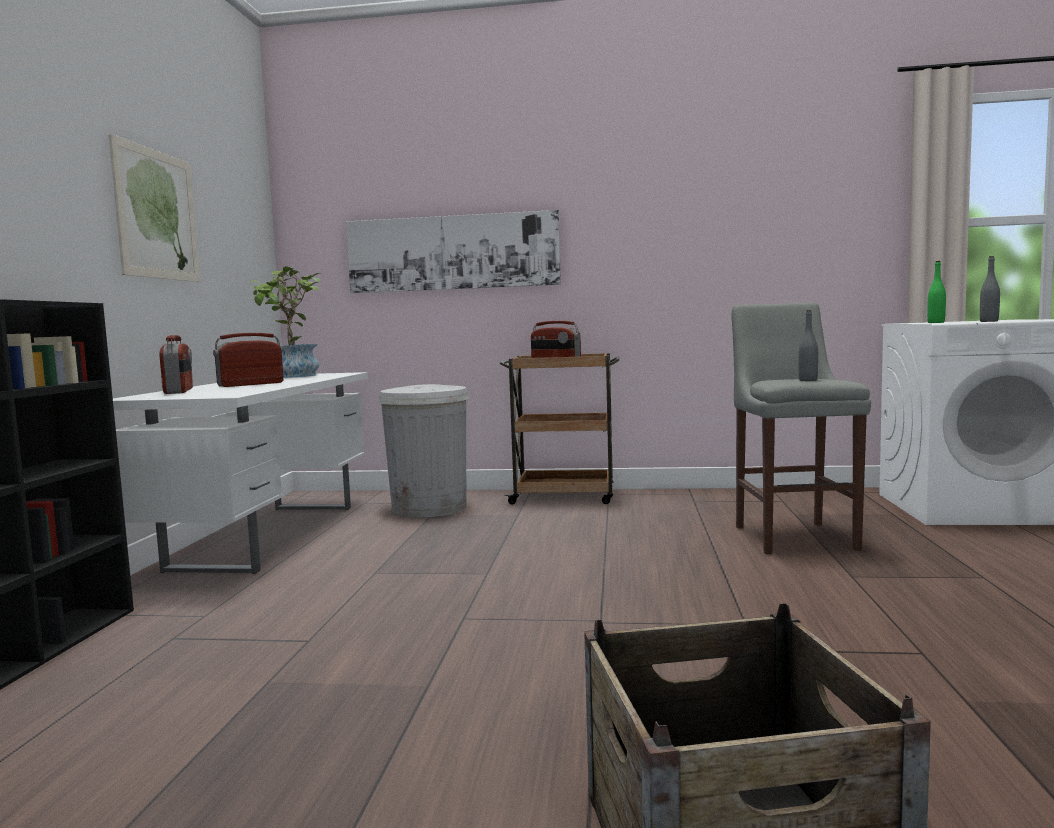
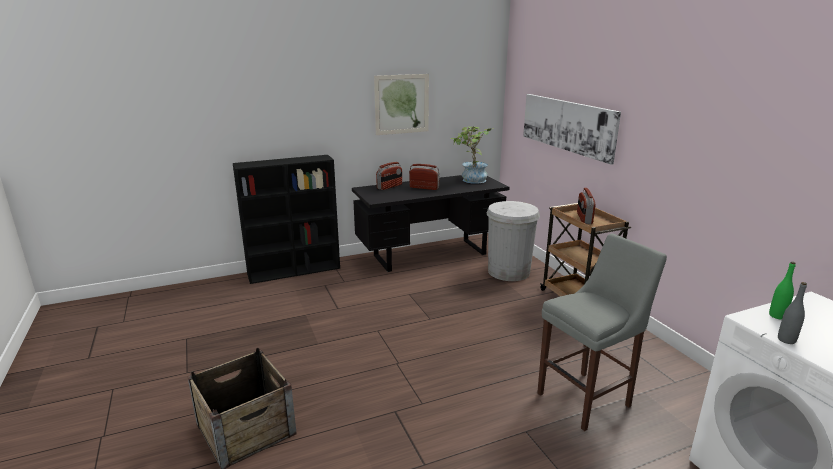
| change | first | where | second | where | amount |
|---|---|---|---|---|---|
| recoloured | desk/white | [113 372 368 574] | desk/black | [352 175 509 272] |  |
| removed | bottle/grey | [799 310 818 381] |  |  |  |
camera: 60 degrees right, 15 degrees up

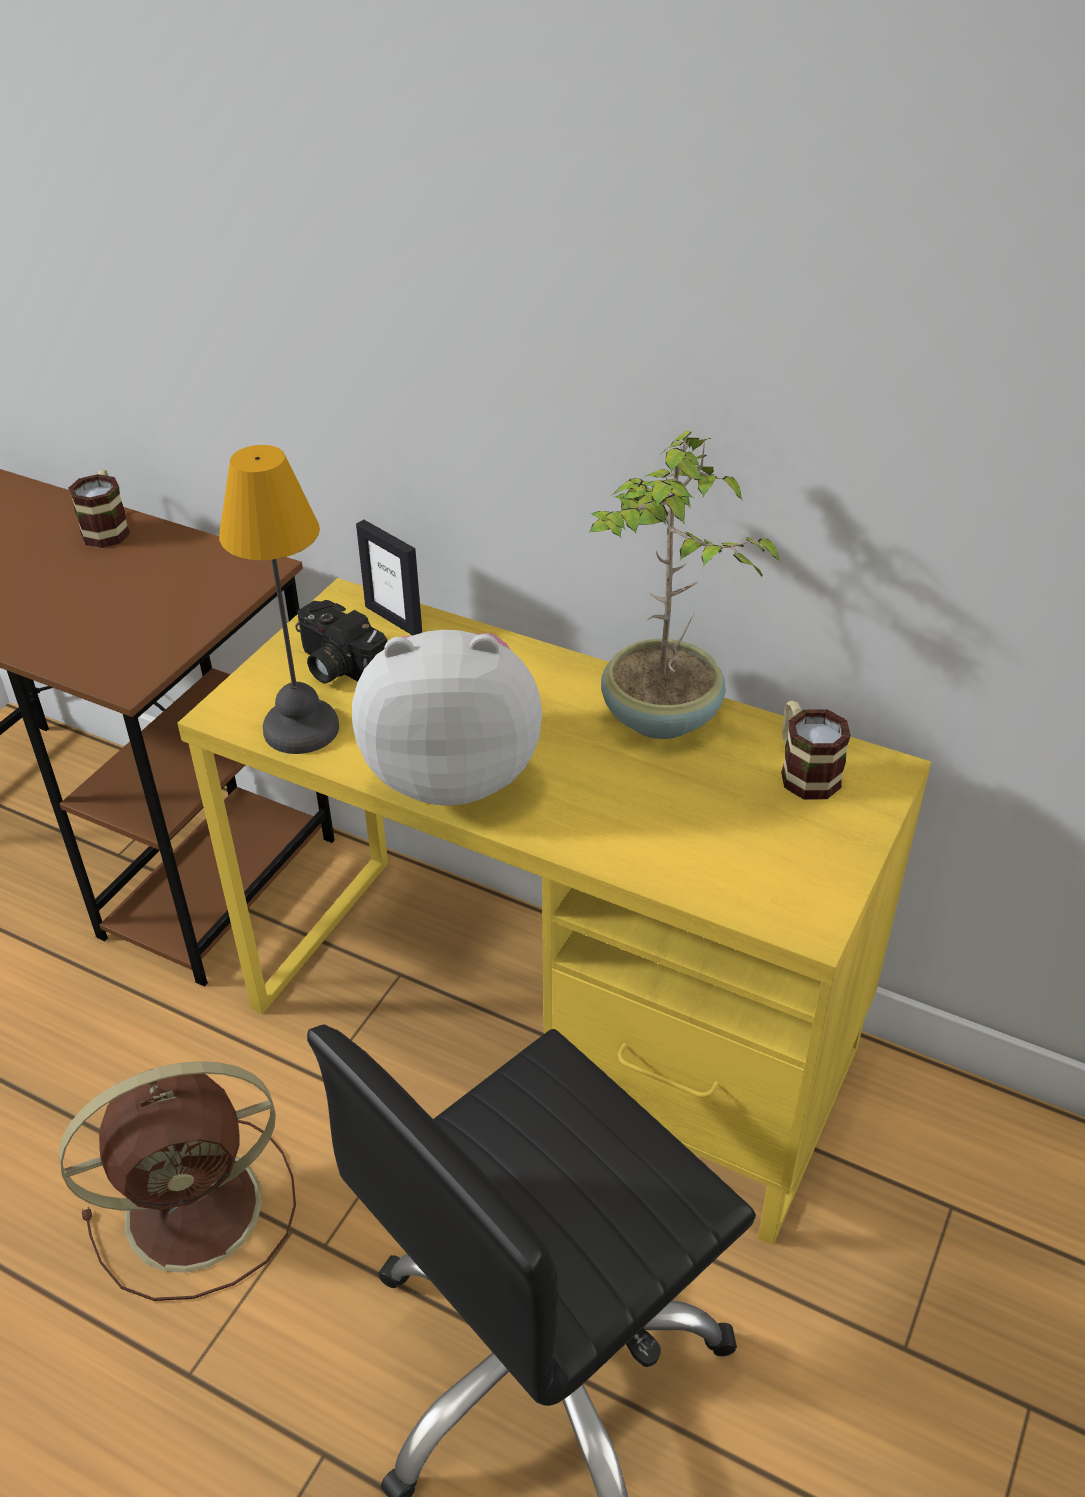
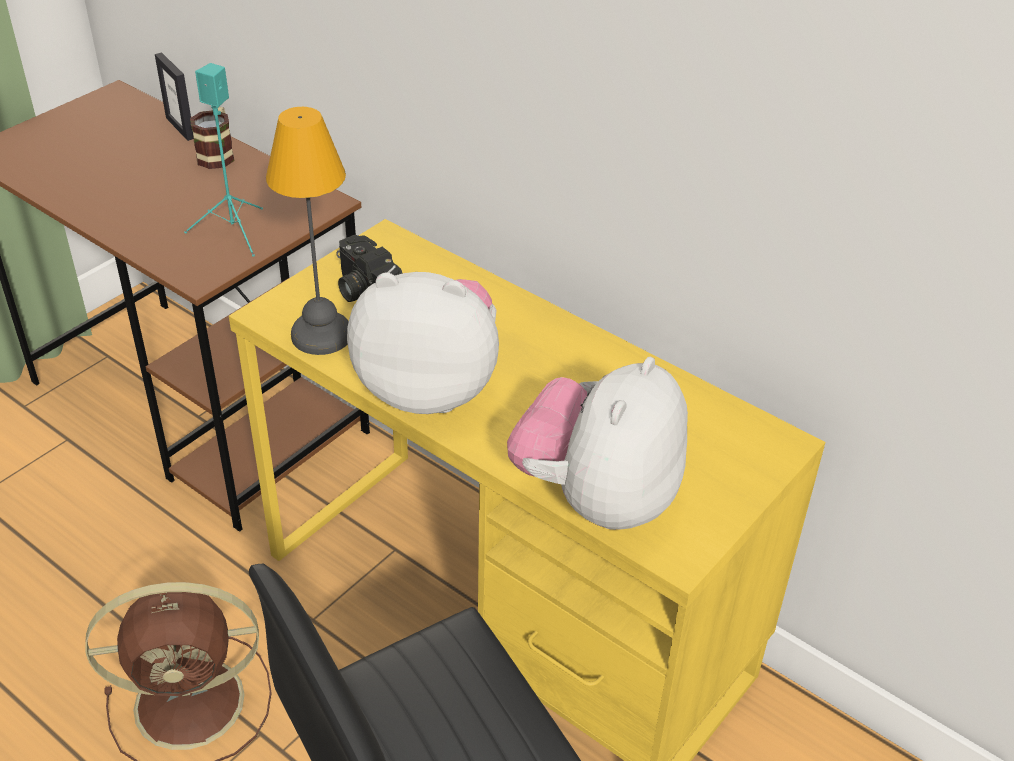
| change | first | where | second | where | amount |
|---|---|---|---|---|---|
| moved | picture frame | [356 520 422 636] |  | [155 52 193 141] |  |
| removed | potted plant | [588 431 781 739] |  |  |  |
| removed | mug | [781 701 851 799] |  |  |  |
| added |  |  | speaker/turquoise | [184 63 263 257] |  |
| added |  |  | plush toy | [507 357 688 530] |  |
camera: 10 degrees right, 0 degrees up

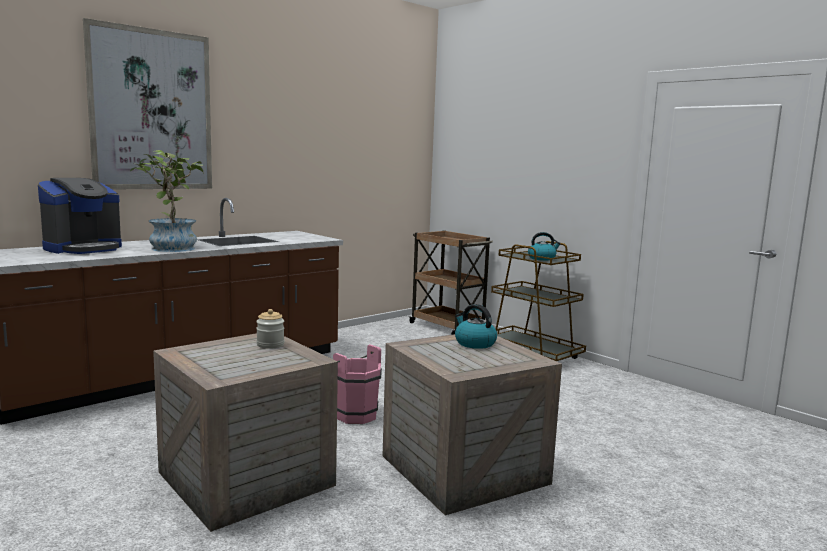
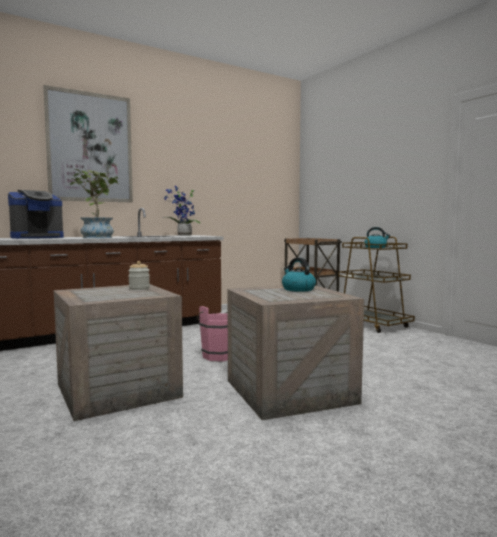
| change | first | where | second | where | amount |
|---|---|---|---|---|---|
| added |  |  | potted plant | [163 186 201 236] |  |
camera: 10 degrees right, 5 degrees down

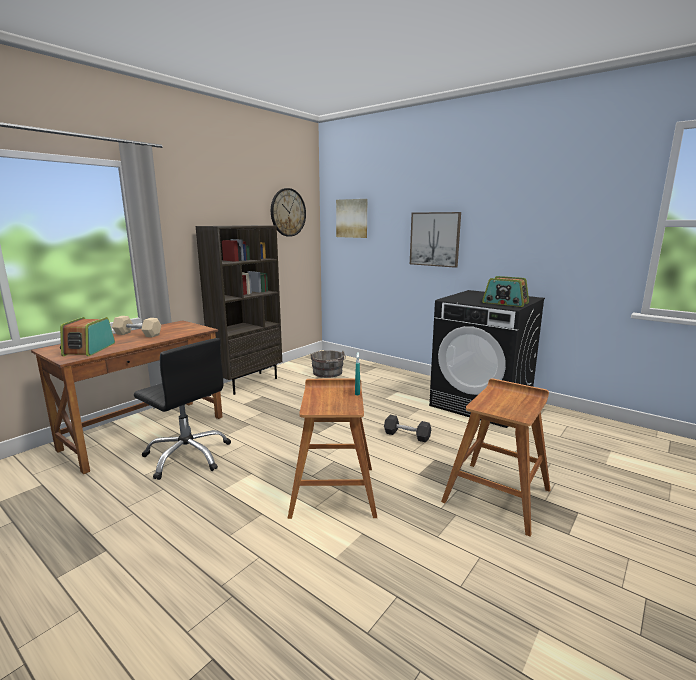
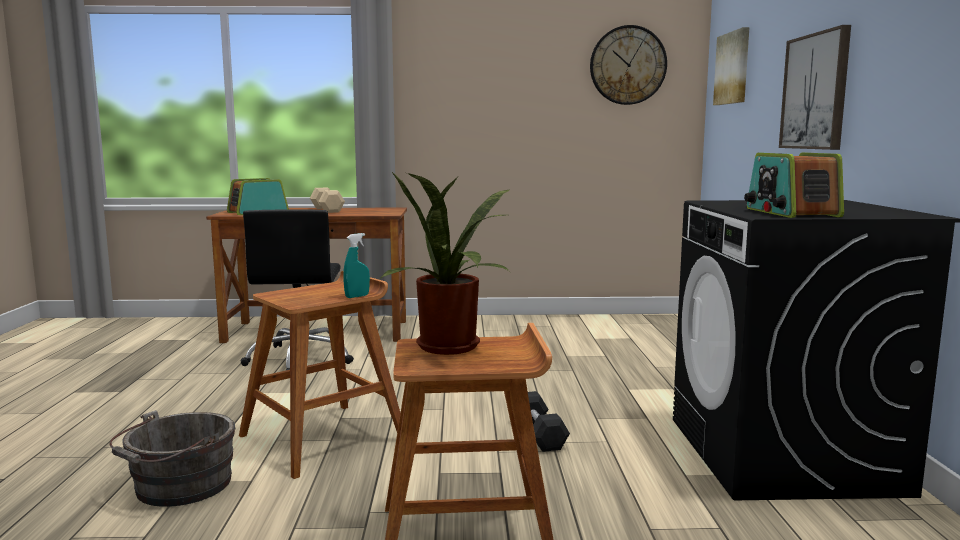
| change | first | where | second | where | amount |
|---|---|---|---|---|---|
| removed | bookcase/brown | [196 225 282 395] |  |  |  |
| moved | bucket/grey | [310 350 346 378] |  | [109 410 236 507] |  |
| added |  |  | potted plant | [380 171 511 355] |  |
camera: 50 degrees right, 5 degrees down

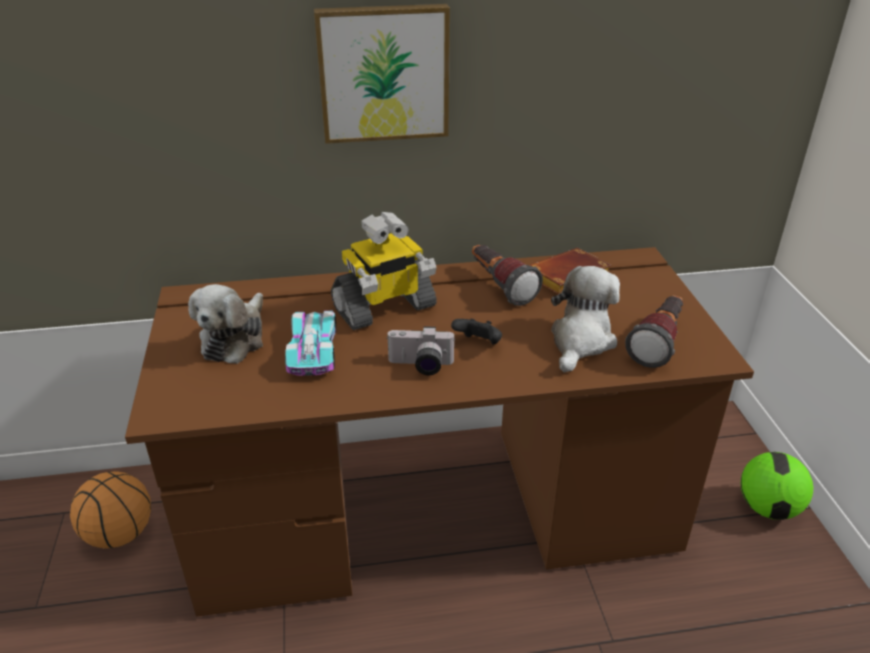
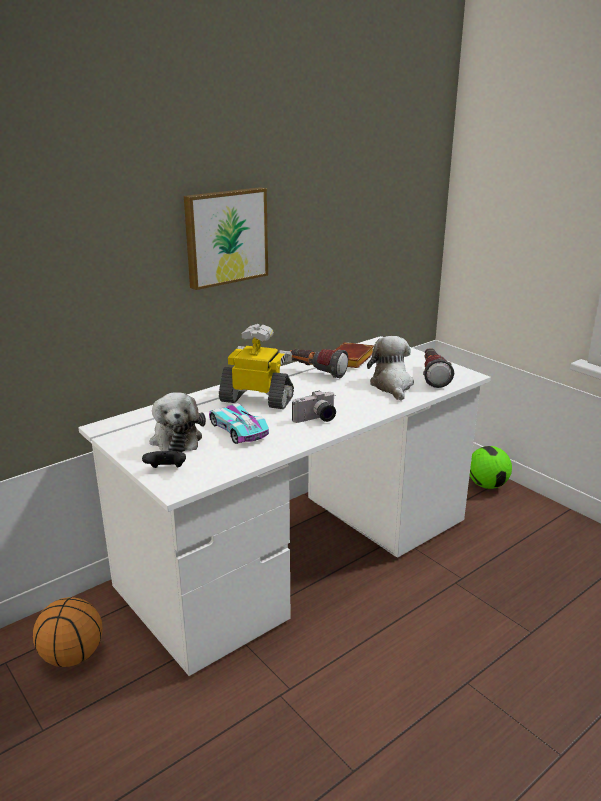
| change | first | where | second | where | amount |
|---|---|---|---|---|---|
| recoloured | desk/brown | [125 247 754 617] | desk/white | [78 336 491 676] |  |
| turned | toy robot | [331 212 437 330] |  | [219 324 294 409] | 105 degrees counterclockwise |
| moved | game controller/black | [451 319 502 344] |  | [142 449 186 468] |  |
camera: 30 degrees left, 10 degrees down

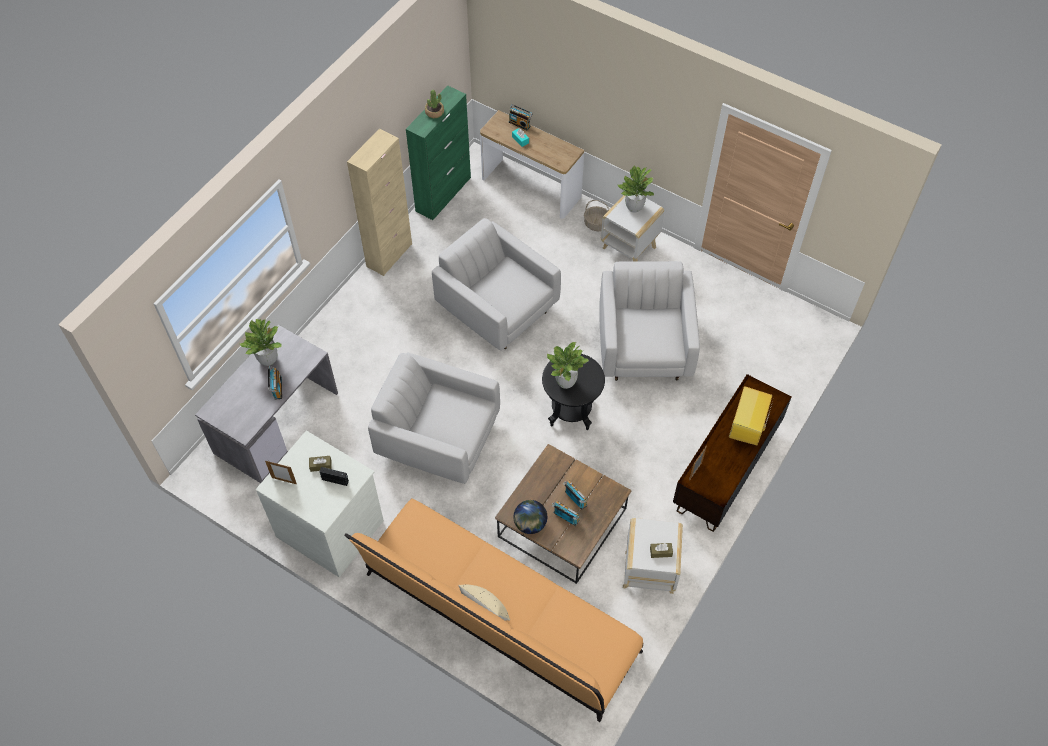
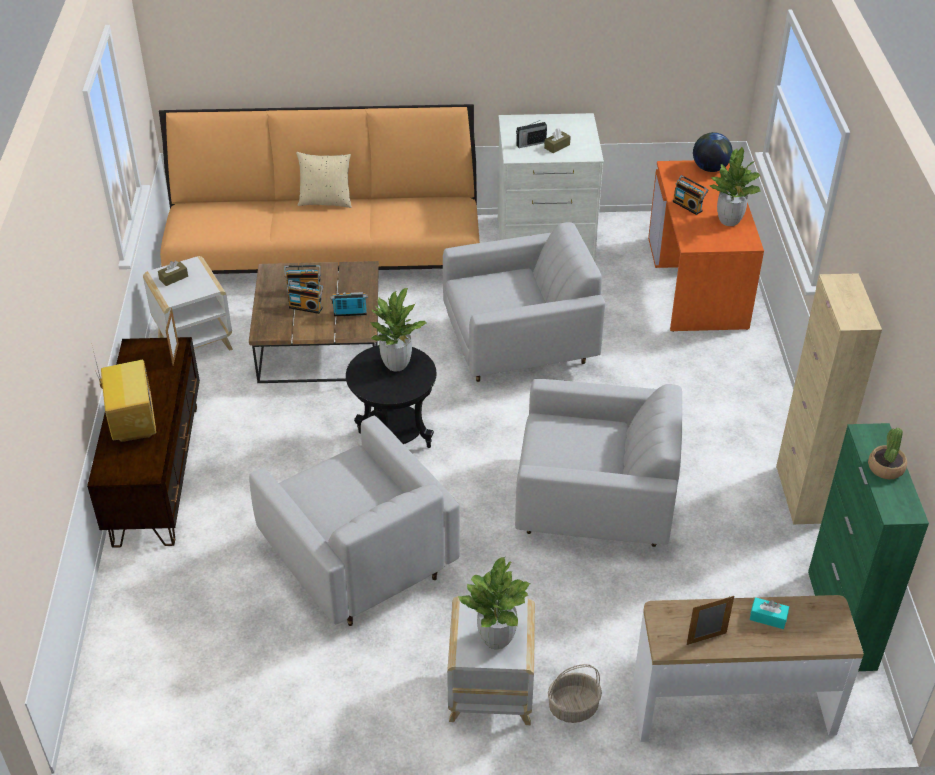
| change | first | where | second | where | amount |
|---|---|---|---|---|---|
| recoloured | desk/grey | [195 325 338 483] | desk/orange | [648 160 764 332] |  |
| moved | picture frame | [265 461 297 484] |  | [686 596 734 645] |  |
| moved | radio | [509 104 533 130] |  | [330 292 368 317] |  |
| moved | globe | [514 500 547 534] |  | [693 132 733 172] |  |
camera: 145 degrees right, 15 degrees down

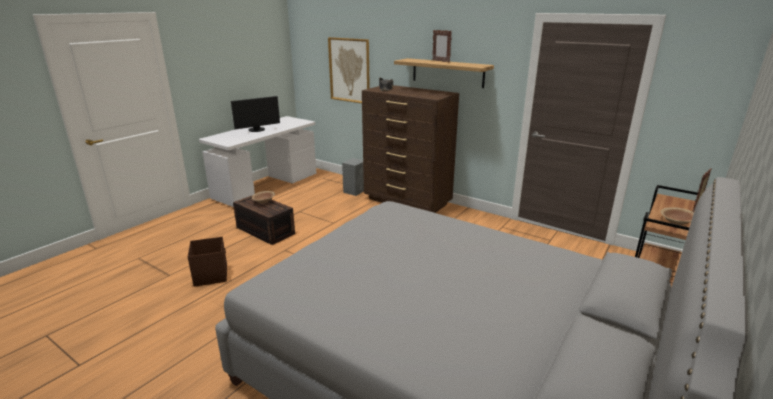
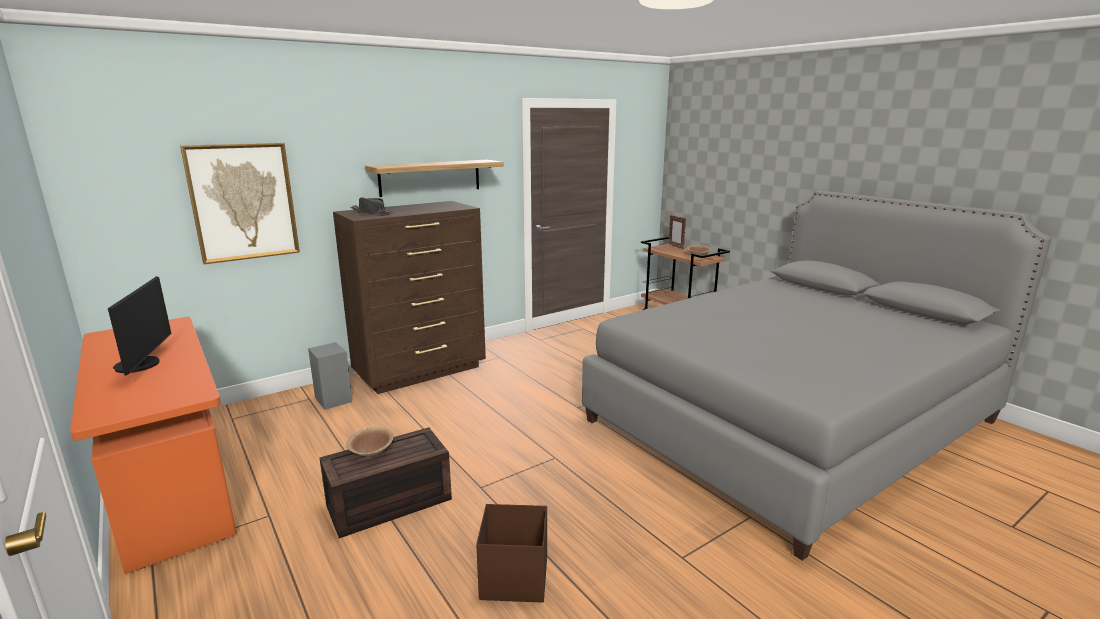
| change | first | where | second | where | amount |
|---|---|---|---|---|---|
| recoloured | desk/white | [199 116 316 207] | desk/orange | [70 317 237 574] |  |
| removed | picture frame | [432 30 452 63] |  |  |  |
camera: 70 degrees left, 5 degrees down

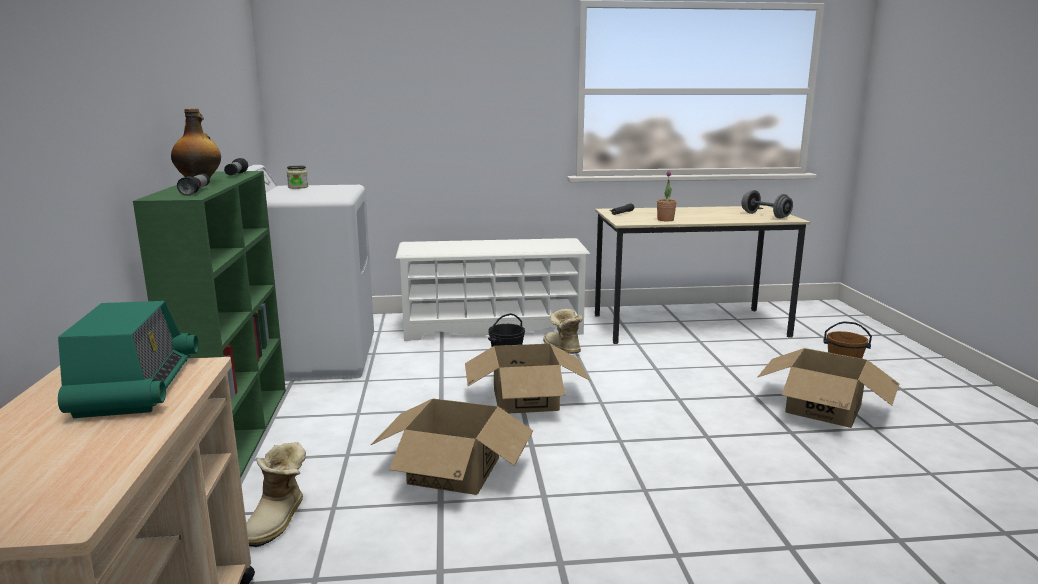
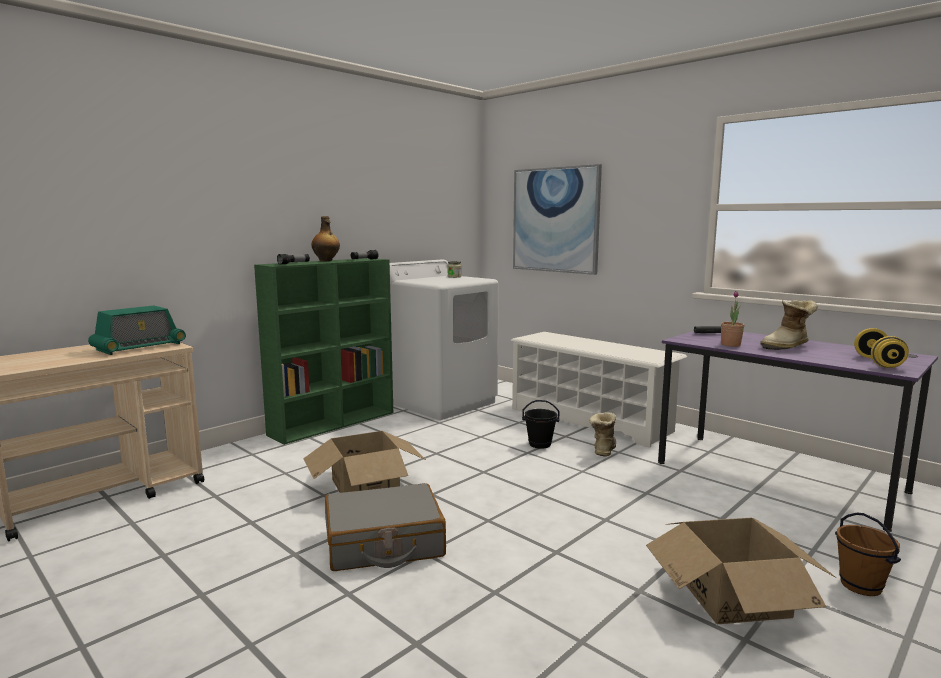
| change | first | where | second | where | amount |
|---|---|---|---|---|---|
| moved | boot | [246 442 306 547] |  | [760 300 818 350] |  |
| removed | cardboard box | [465 344 590 414] |  |  |  |
| recoloured | desk/beige | [595 206 810 344] | desk/purple | [658 331 938 532] |  |
| recoloured | dumbbell/grey | [742 190 793 219] | dumbbell/yellow | [854 328 909 368] |  |
| added |  |  | suitcase/grey | [325 483 446 571] |  |
| added |  |  | picture | [513 164 602 275] |  |
camera: 50 degrees right, 5 degrees down

